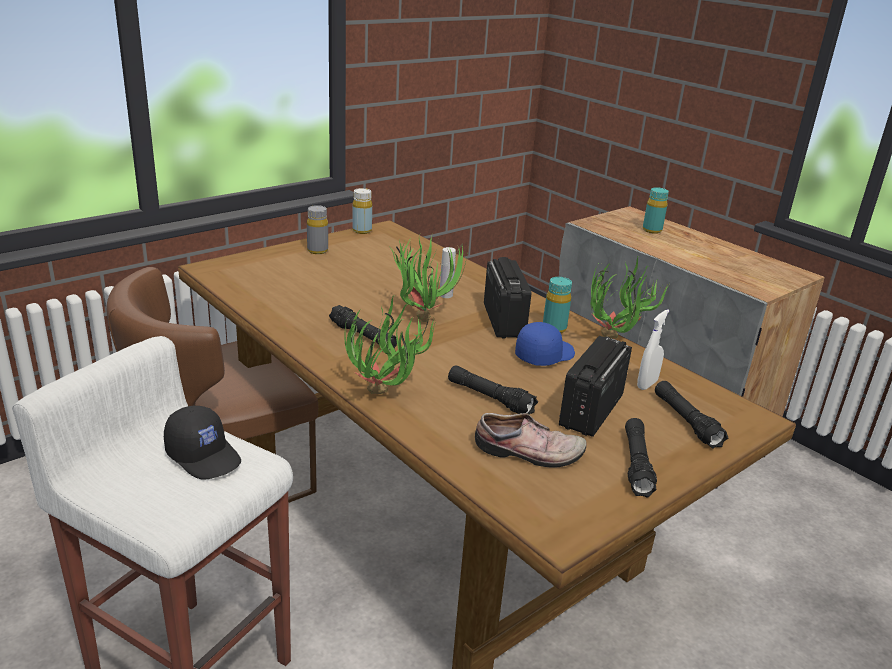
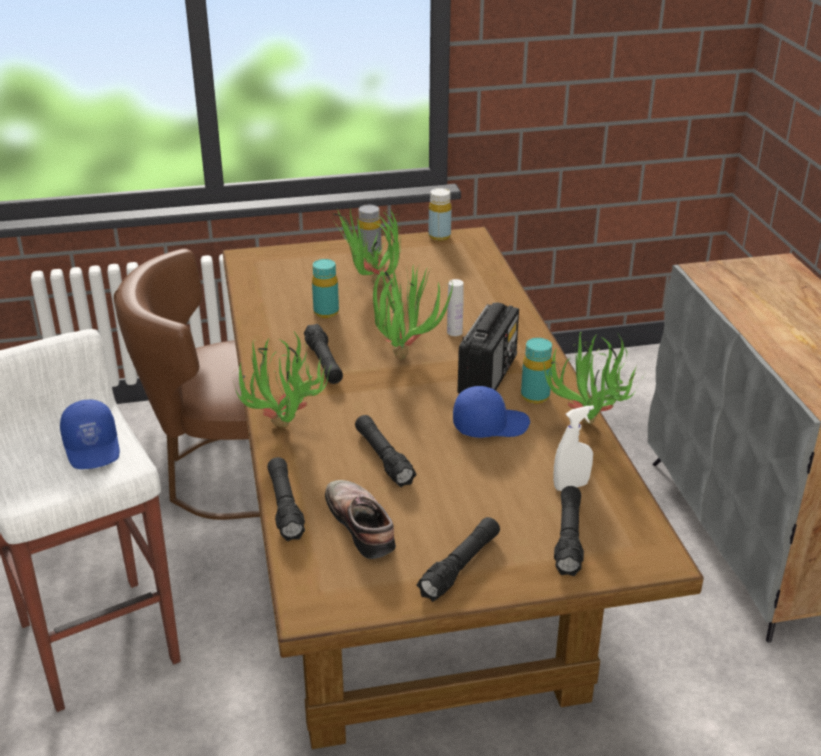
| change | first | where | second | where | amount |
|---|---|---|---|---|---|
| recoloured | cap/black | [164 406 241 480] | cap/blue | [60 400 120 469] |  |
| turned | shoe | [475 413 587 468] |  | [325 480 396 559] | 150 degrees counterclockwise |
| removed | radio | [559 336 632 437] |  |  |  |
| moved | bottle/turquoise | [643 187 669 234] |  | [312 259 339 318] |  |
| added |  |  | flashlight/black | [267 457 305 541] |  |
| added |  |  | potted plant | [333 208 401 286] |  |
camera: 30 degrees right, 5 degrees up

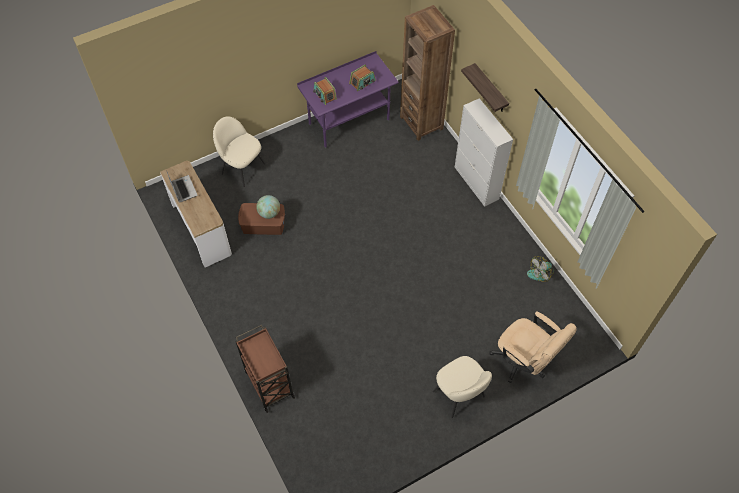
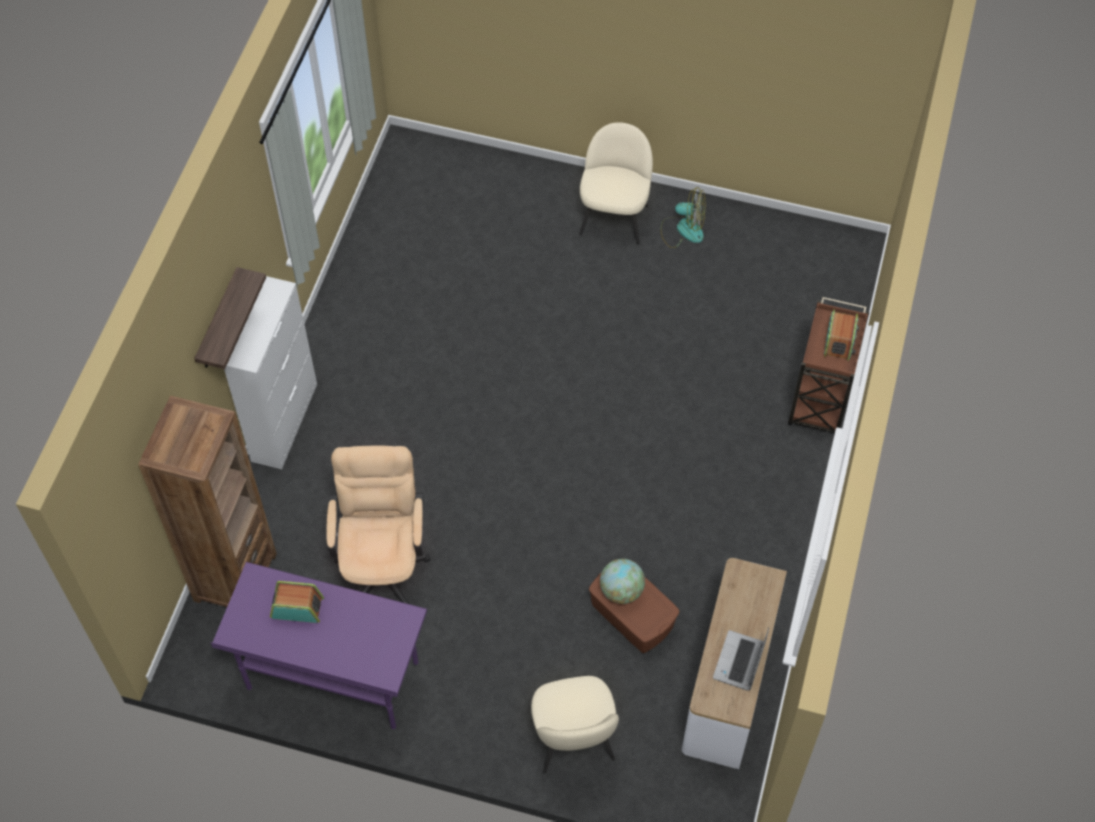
| change | first | where | second | where | amount |
|---|---|---|---|---|---|
| moved | radio | [313 77 337 105] |  | [824 309 859 361] |  |
| moved | office chair/beige | [490 311 577 383] |  | [326 446 431 604] |  |
| moved | fan | [527 256 554 282] |  | [661 187 705 248] |  |
camera: 135 degrees left, 0 degrees up

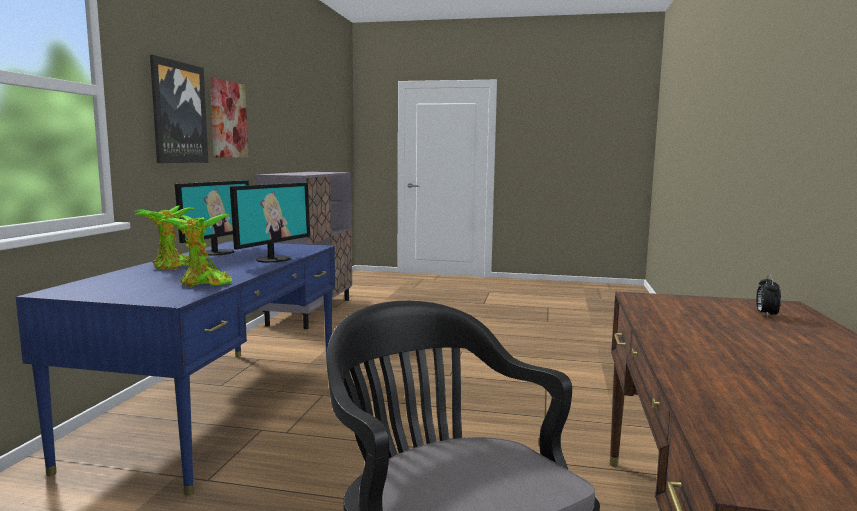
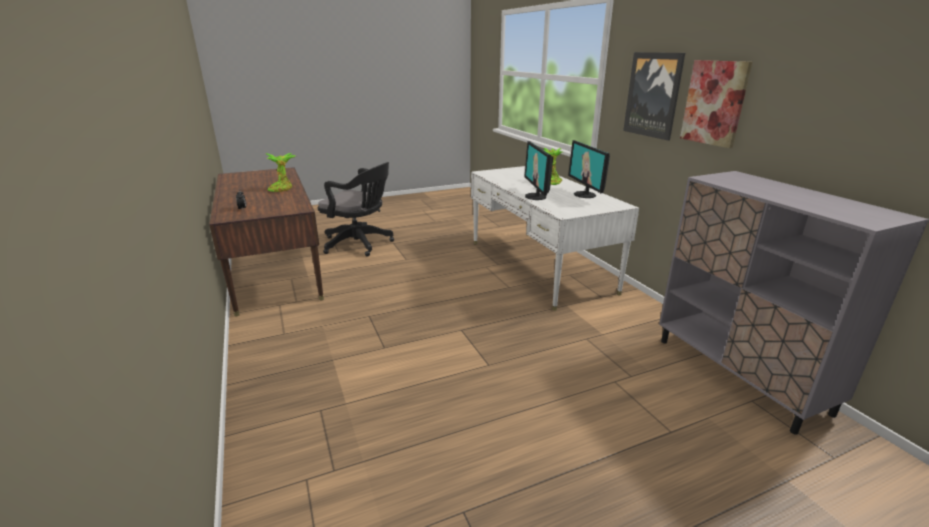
| change | first | where | second | where | amount |
|---|---|---|---|---|---|
| recoloured | desk/blue | [16 241 335 495] | desk/white | [471 166 639 311] |  |
| moved | potted plant | [158 214 232 287] |  | [265 153 296 192] |  |
camera: 145 degrees right, 15 degrees up

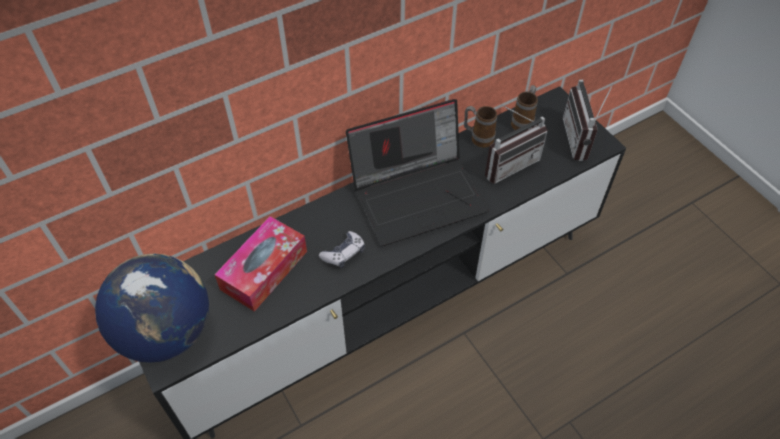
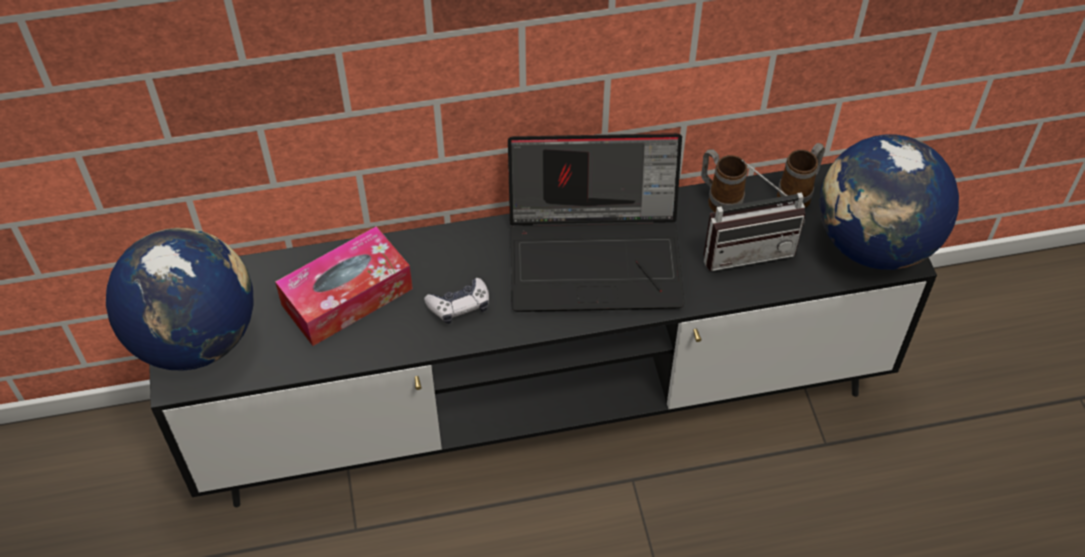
| change | first | where | second | where | amount |
|---|---|---|---|---|---|
| replaced | radio | [563 80 614 161] | globe | [819 134 959 270] |  |
camera: 20 degrees right, 0 degrees up

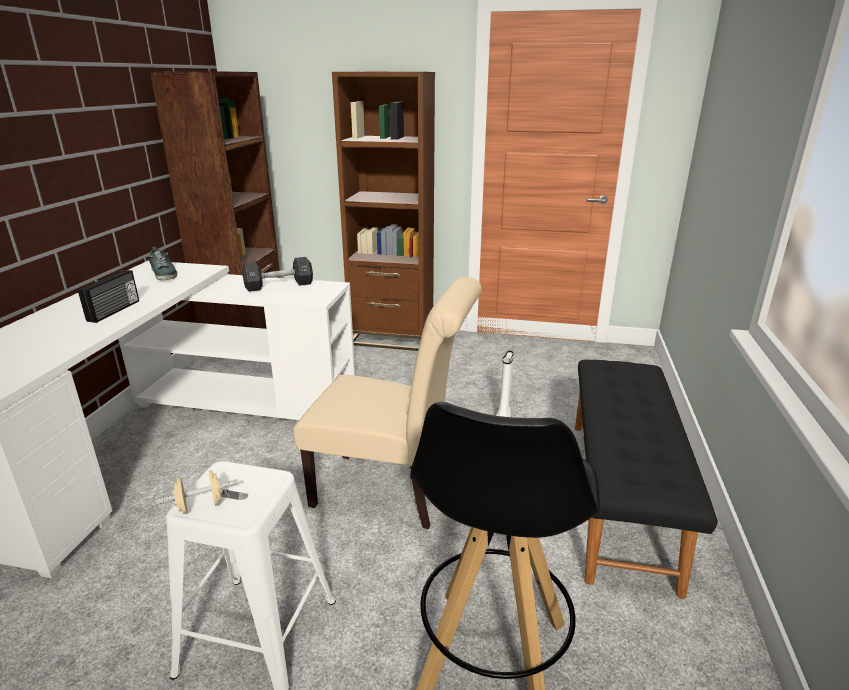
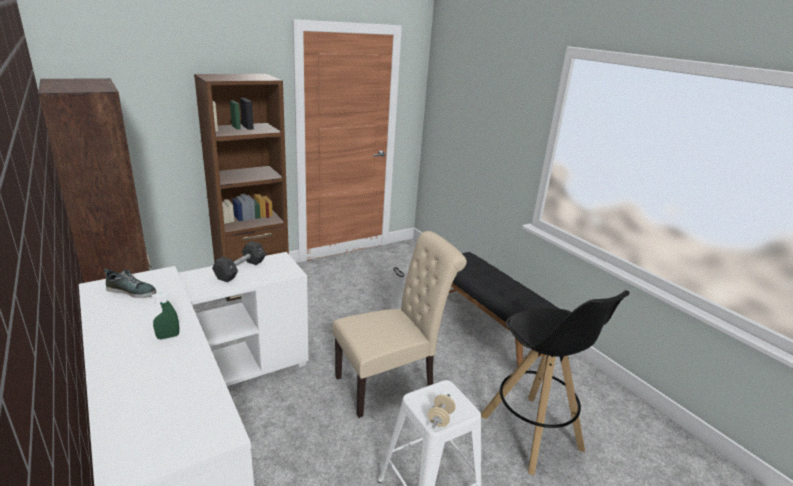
| change | first | where | second | where | amount |
|---|---|---|---|---|---|
| replaced | radio | [78 270 139 323] | spray bottle/green | [151 292 179 339] |  |
camera: 45 degrees left, 0 degrees up

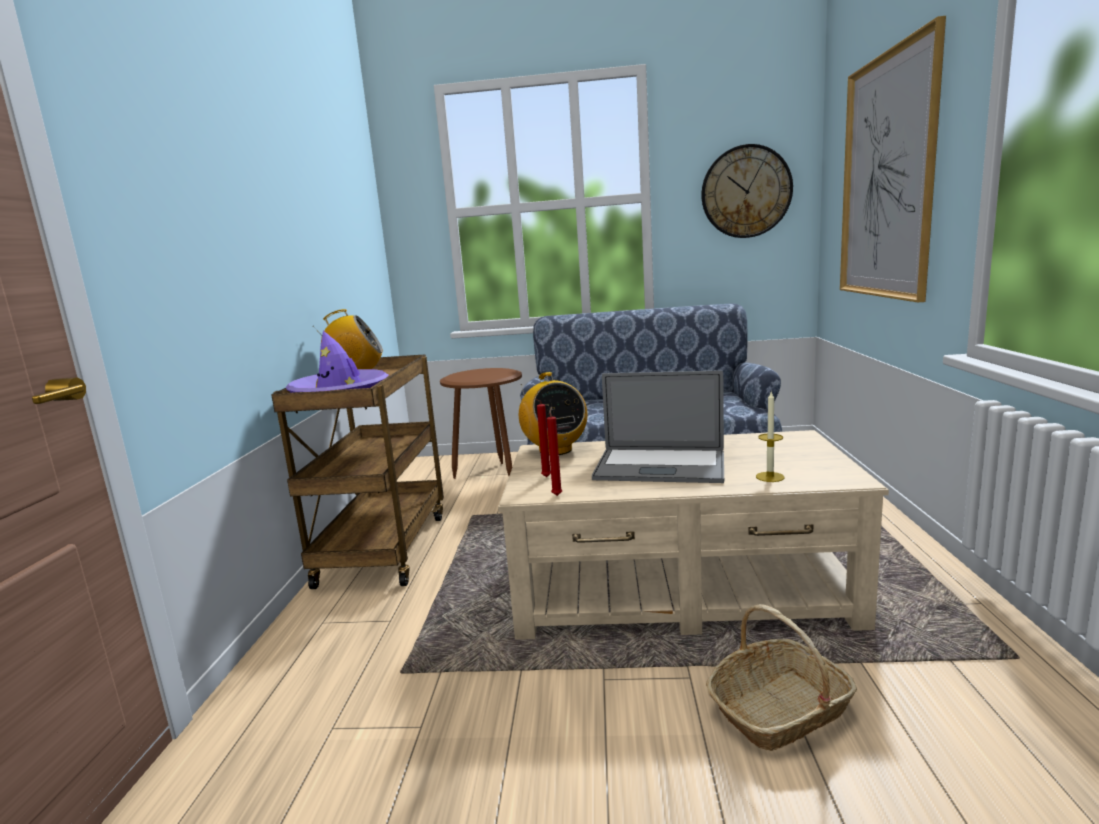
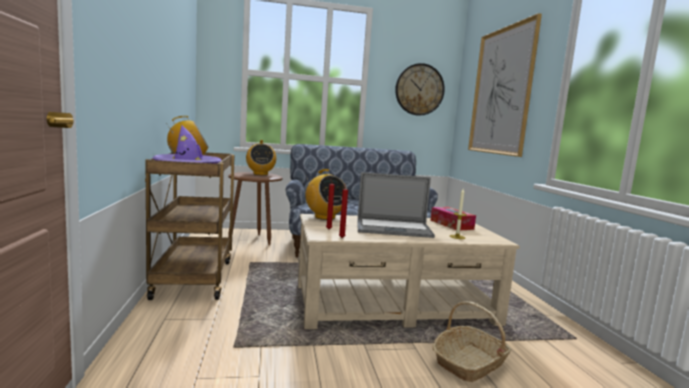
| change | first | where | second | where | amount |
|---|---|---|---|---|---|
| added |  |  | radio | [246 140 276 175] |  |
| added |  |  | tissue box | [430 207 476 230] |  |
camera: 15 degrees left, 5 degrees down

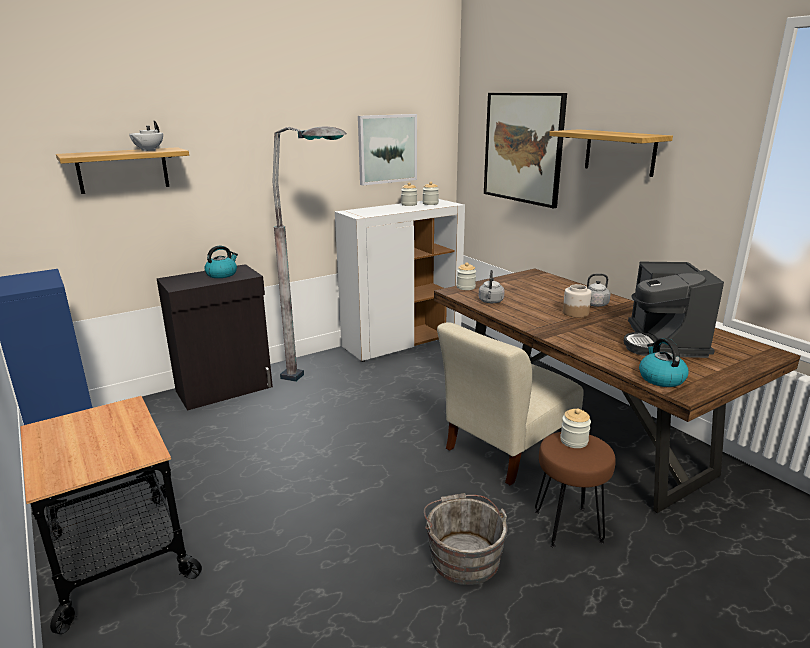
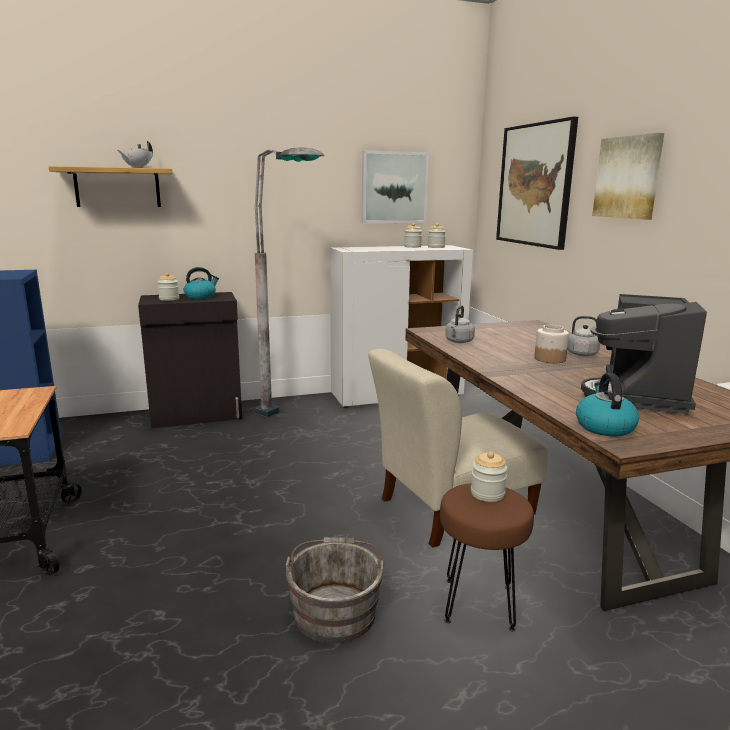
| change | first | where | second | where | amount |
|---|---|---|---|---|---|
| moved | jar | [457 262 476 290] |  | [158 273 179 301] |  |
| replaced | shelf | [549 129 673 177] | picture | [592 133 664 220] |  |
camera: 15 degrees right, 5 degrees down

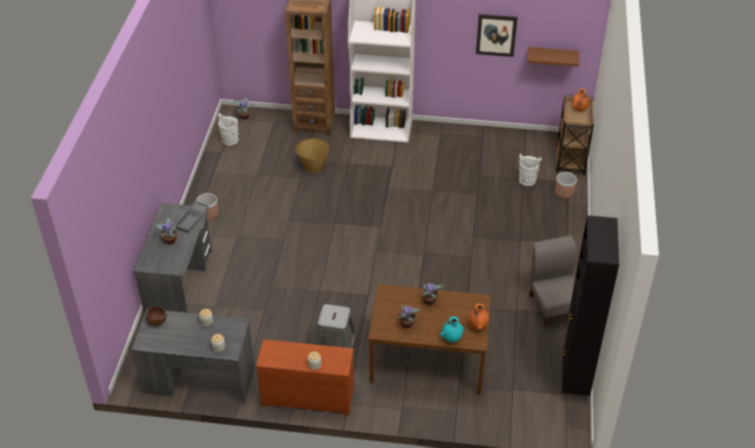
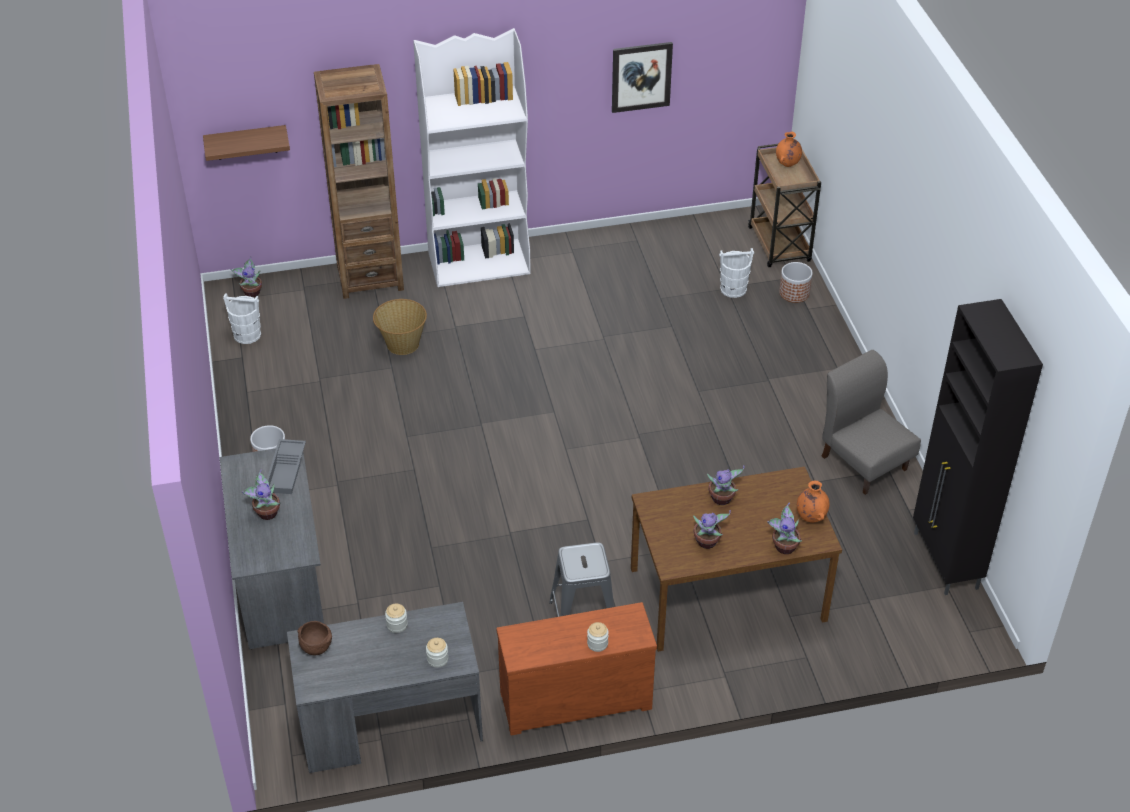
| change | first | where | second | where | amount |
|---|---|---|---|---|---|
| replaced | vase/turquoise | [440 316 464 342] | potted plant | [767 502 803 554] |  |
| moved | shelf | [527 47 579 67] |  | [203 125 290 161] |  |
camera: 20 degrees left, 0 degrees up

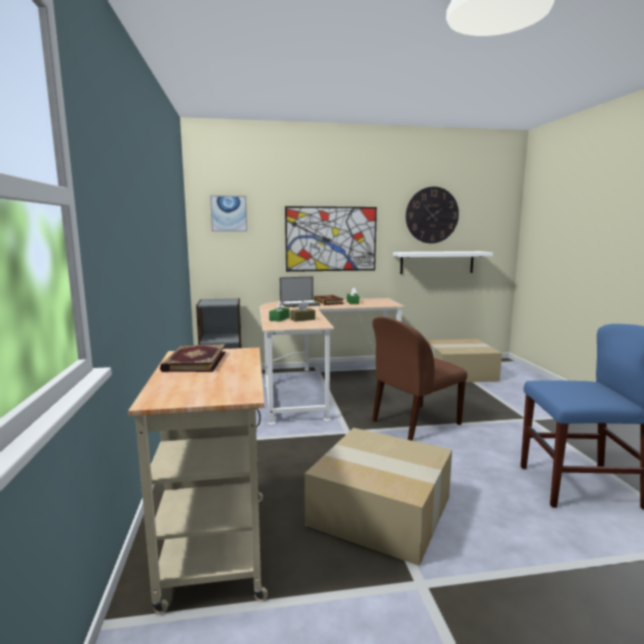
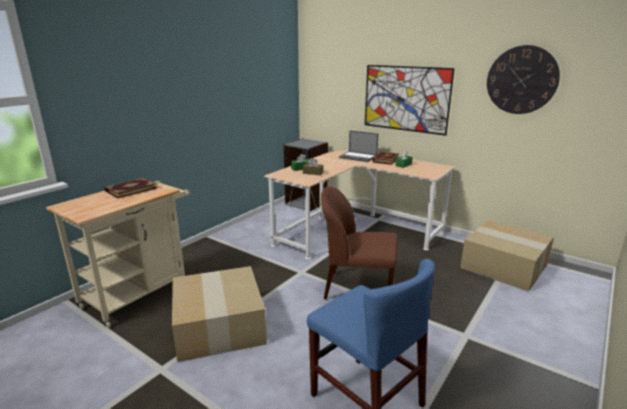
| change | first | where | second | where | amount |
|---|---|---|---|---|---|
| removed | picture | [210 195 247 232] |  |  |  |
| removed | shelf/white | [393 251 493 274] |  |  |  |
camera: 45 degrees right, 10 degrees up

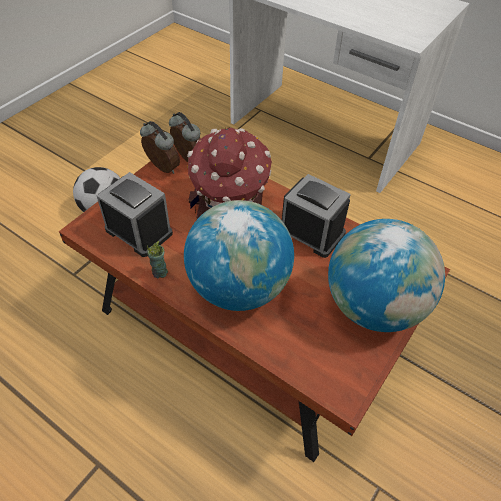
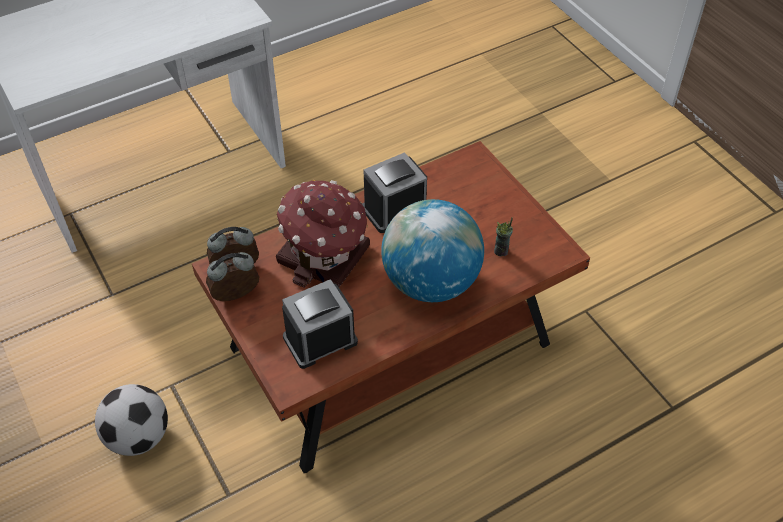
| change | first | where | second | where | amount |
|---|---|---|---|---|---|
| moved | cup | [147 241 168 278] |  | [494 217 513 256] |  |
| removed | globe | [328 219 445 332] |  |  |  |
camera: 65 degrees left, 0 degrees up

